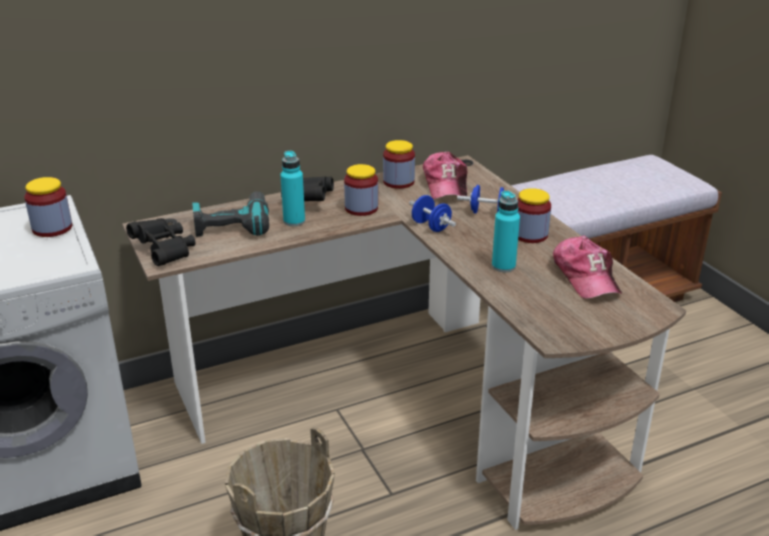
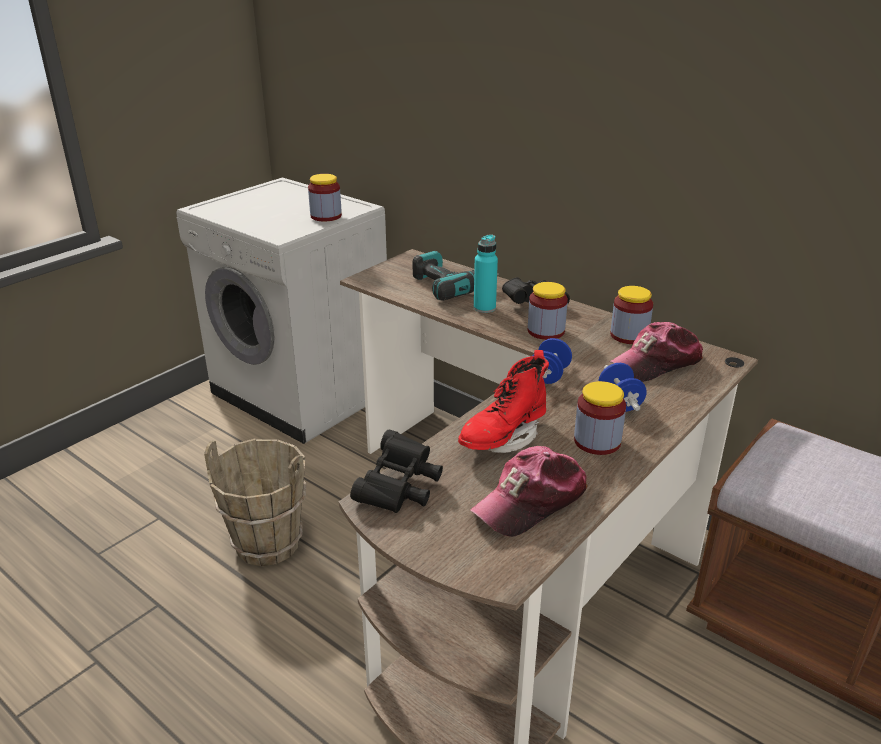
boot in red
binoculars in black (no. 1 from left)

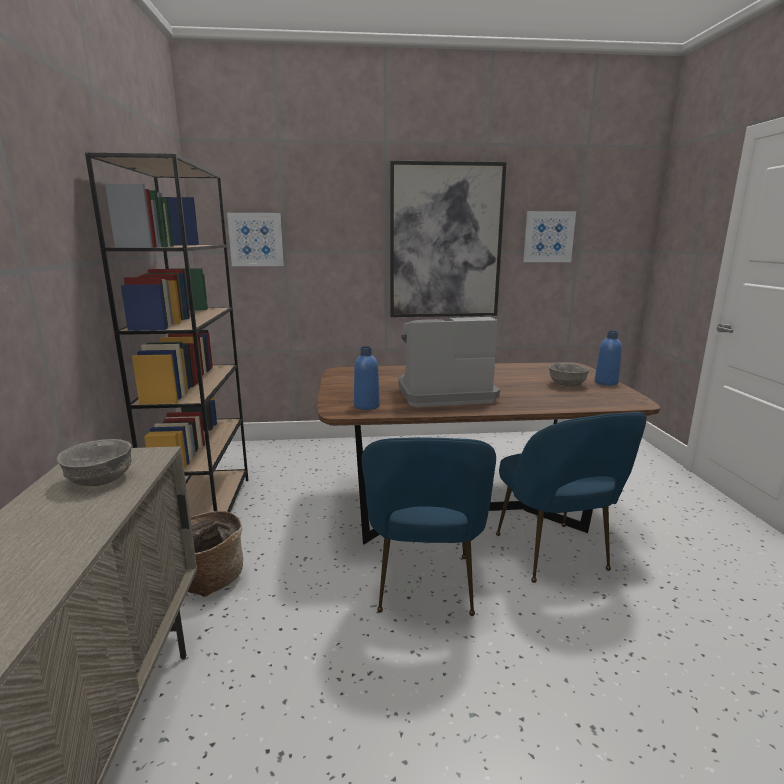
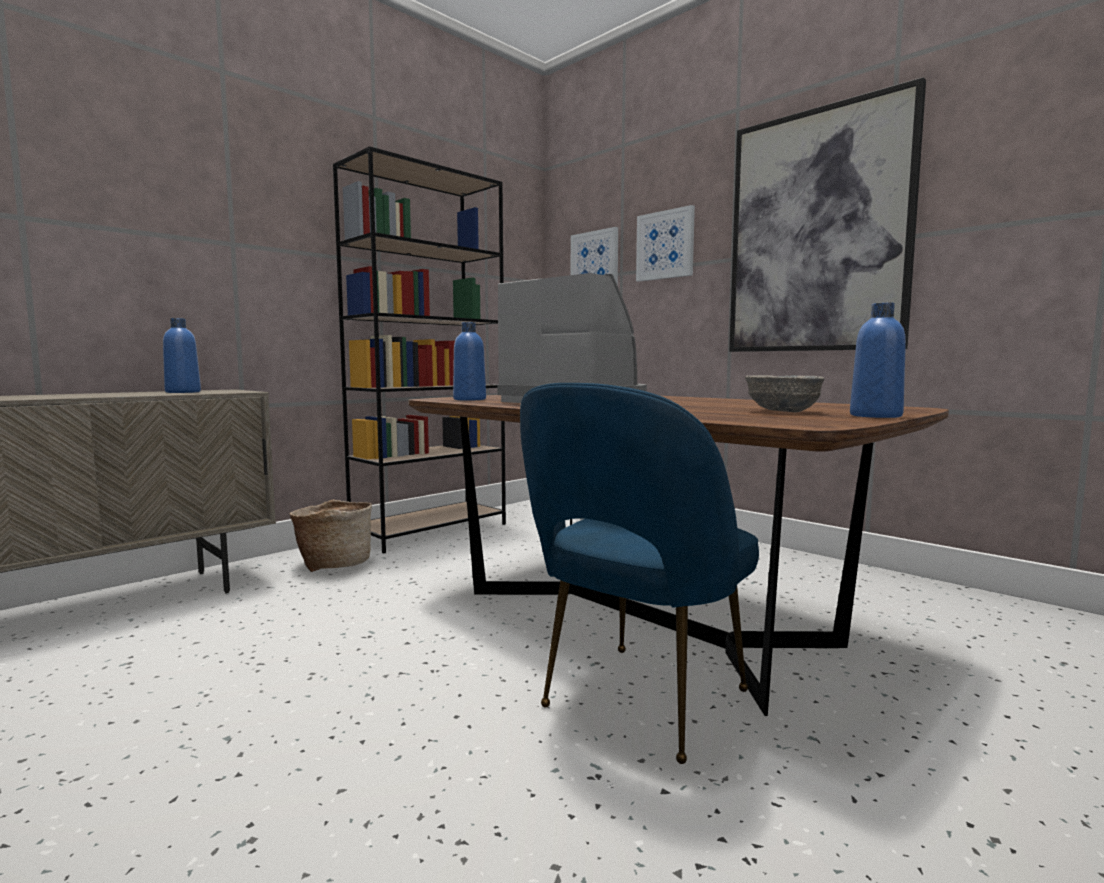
picture (no. 2 from left)
chair in blue (no. 1 from left in the first image)
bottle in blue (no. 1 from left)

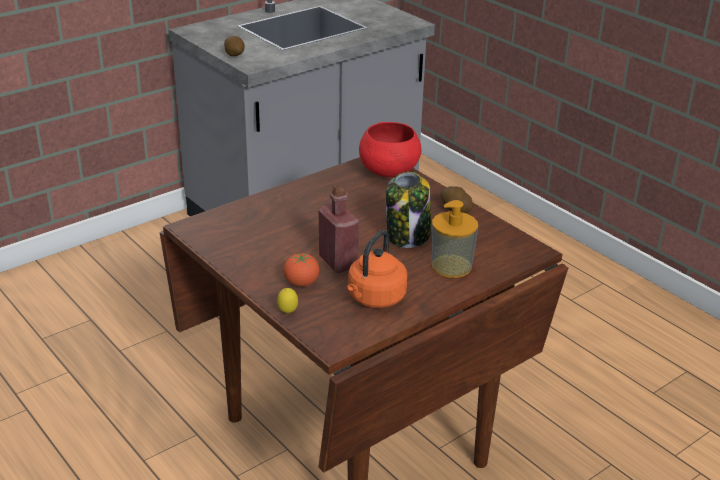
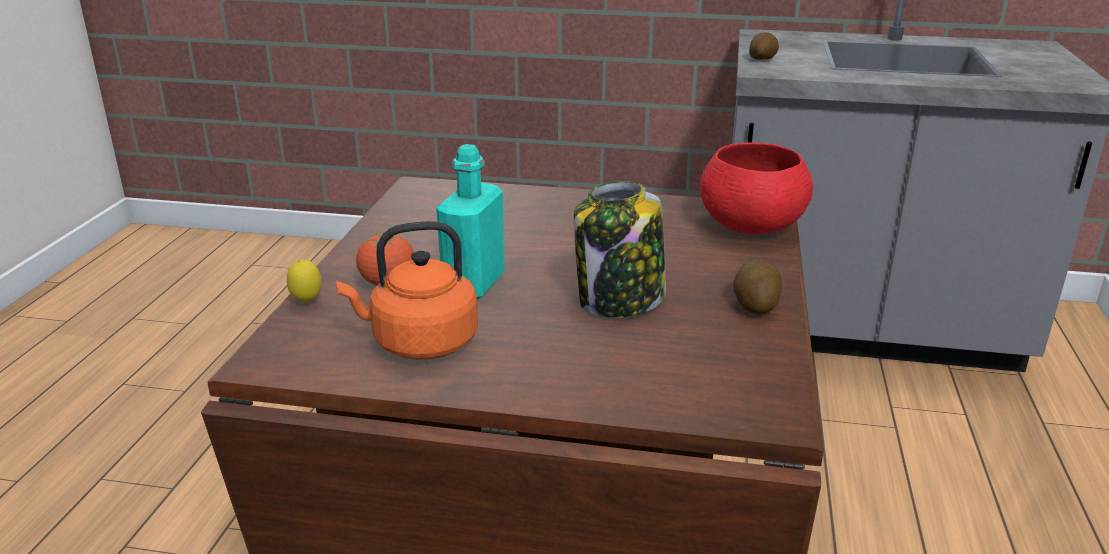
bottle in turquoise
soap dispenser

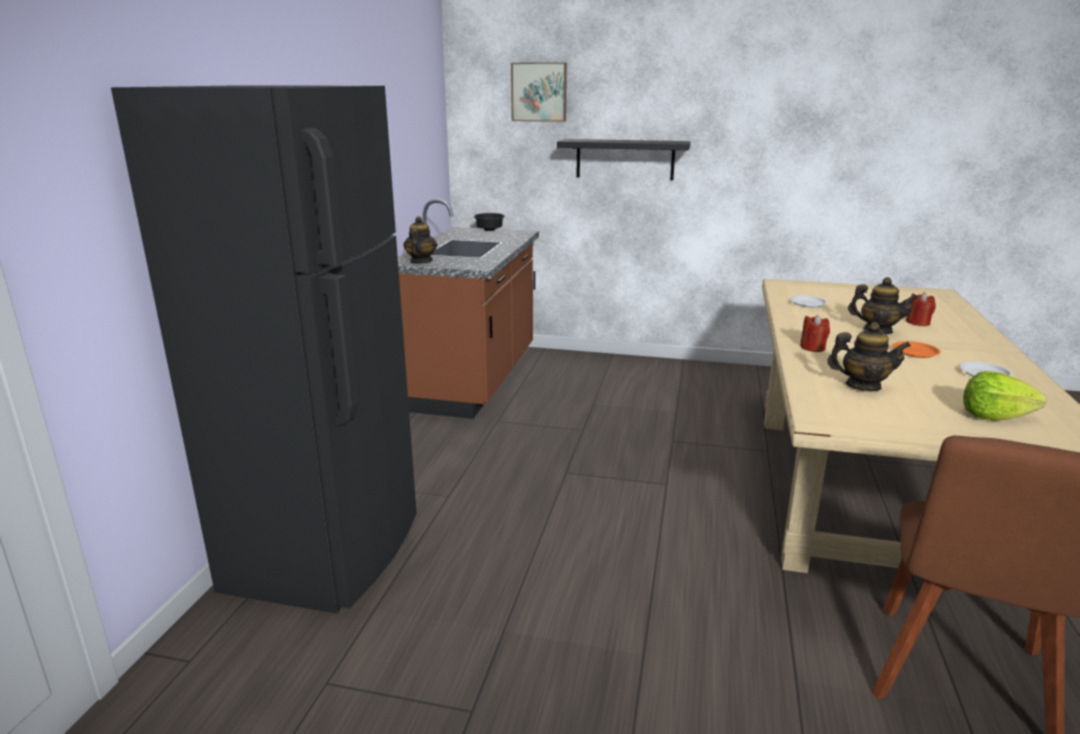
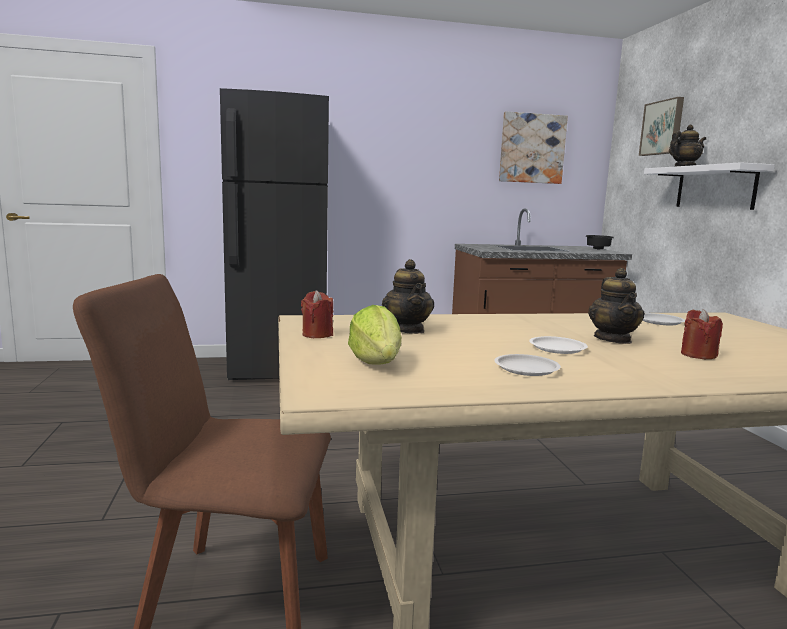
shelf in white
teapot (no. 3 from left)
candle in red (no. 1 from left)
plate in white (no. 2 from left)
picture (no. 1 from left)

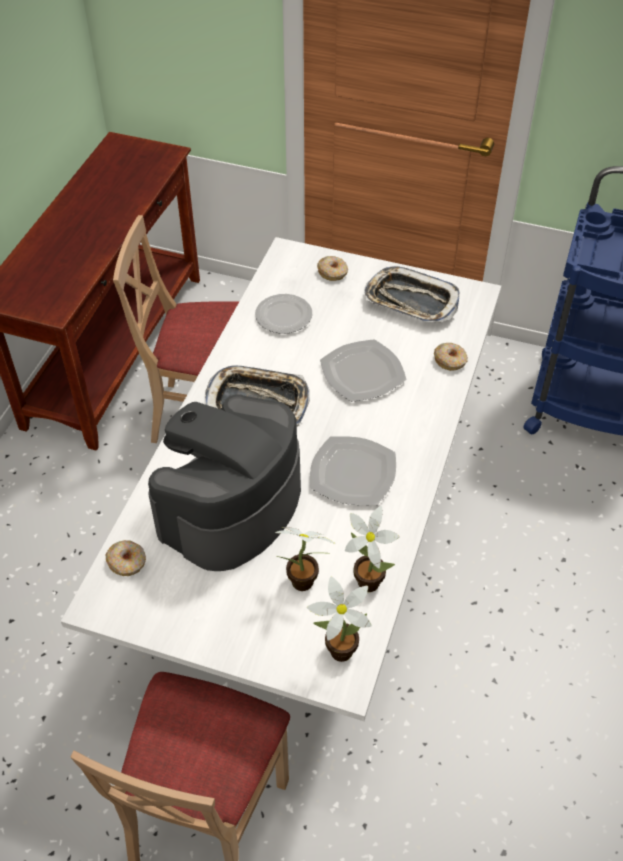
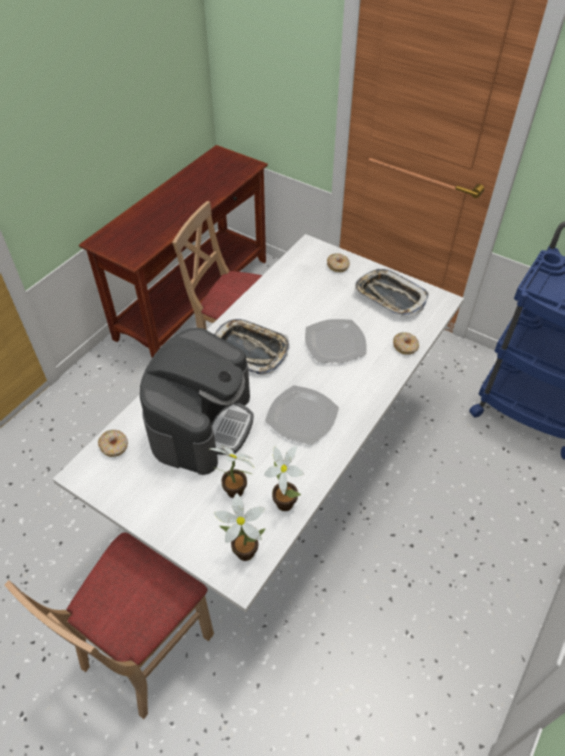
plate (no. 1 from left in the first image)
coffee machine

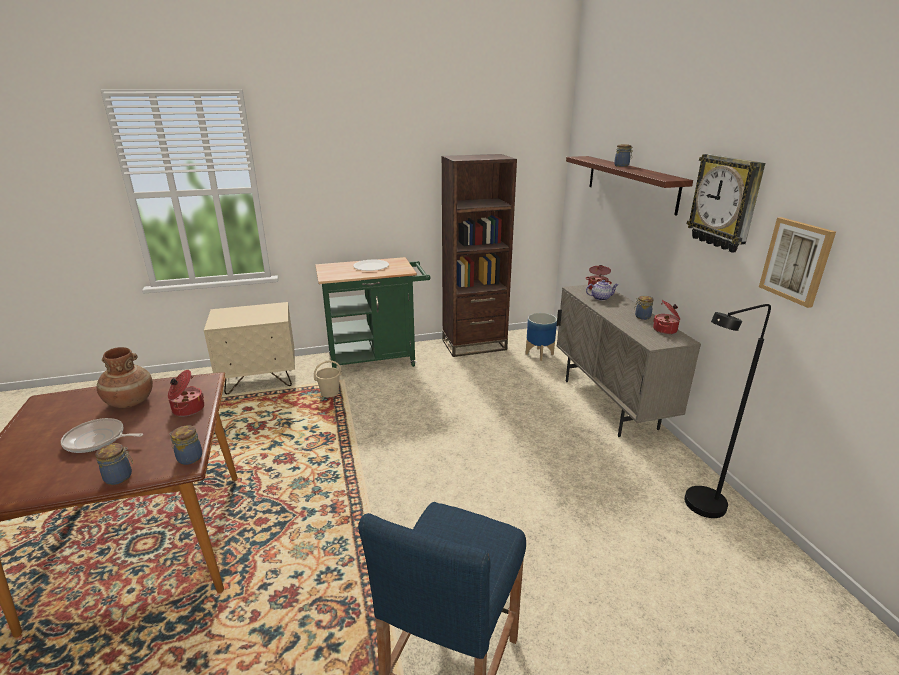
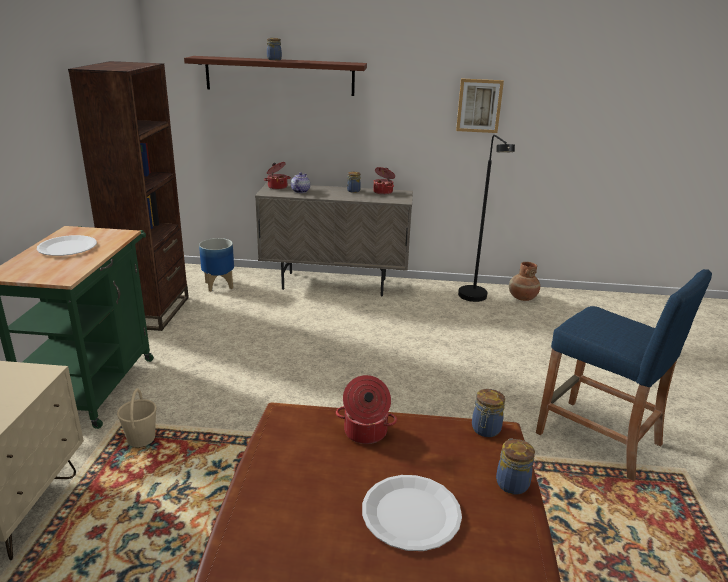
wall clock
vase in brown
plate in white (no. 2 from left)

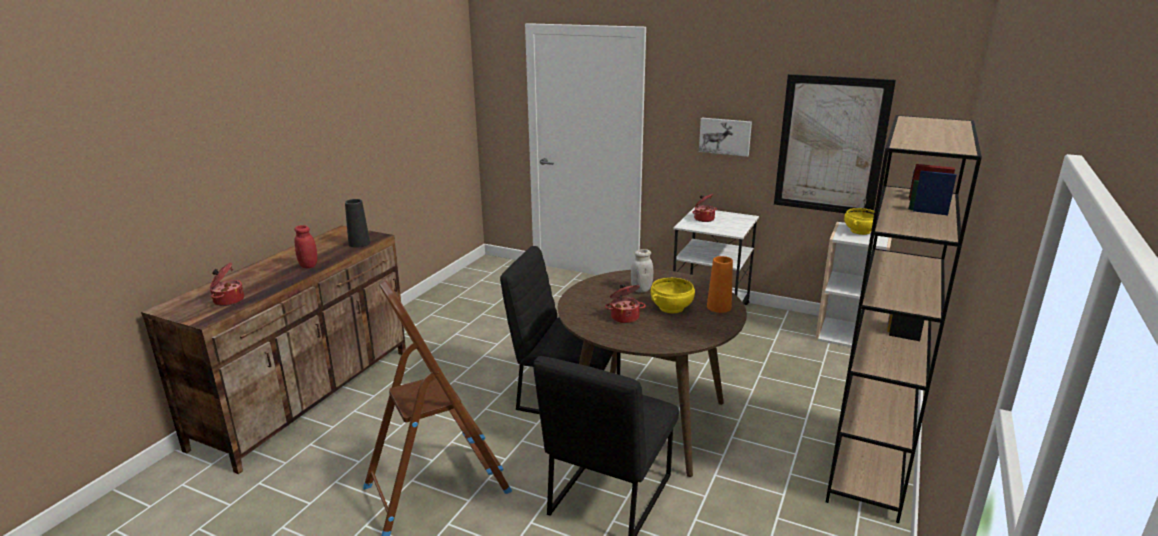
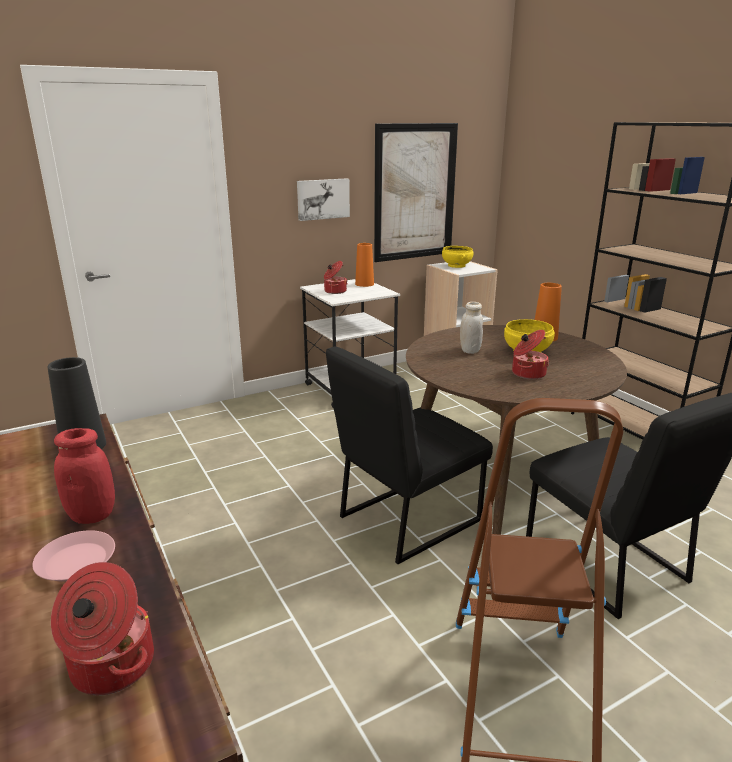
vase in orange (no. 1 from left)
plate in pink

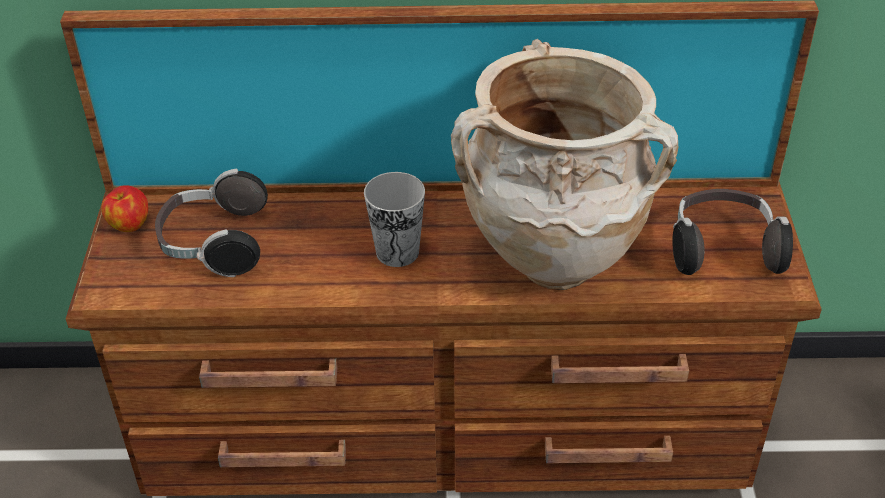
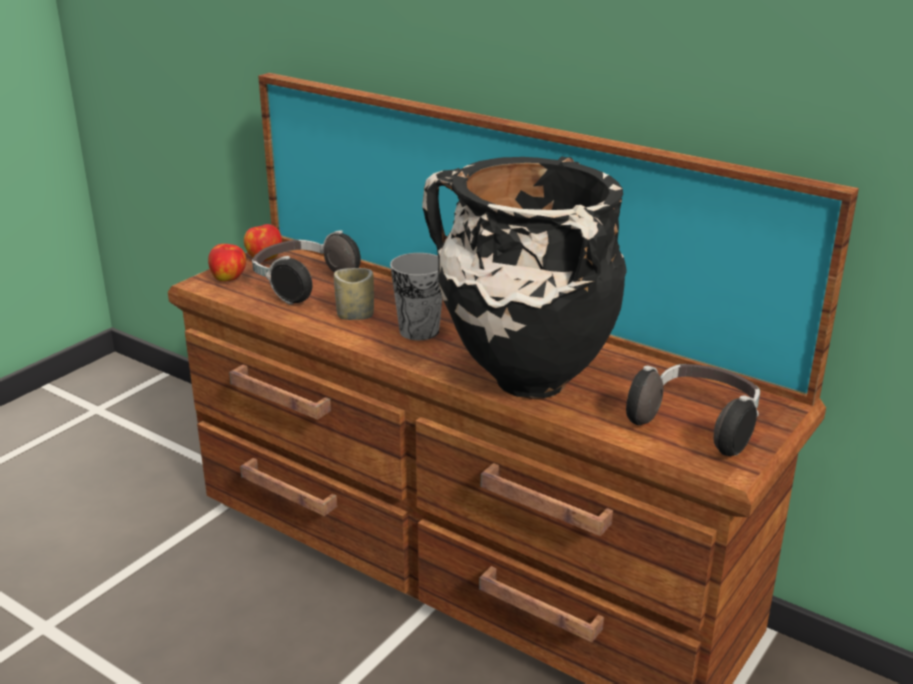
vase in black
apple (no. 1 from left)
cup (no. 1 from left)

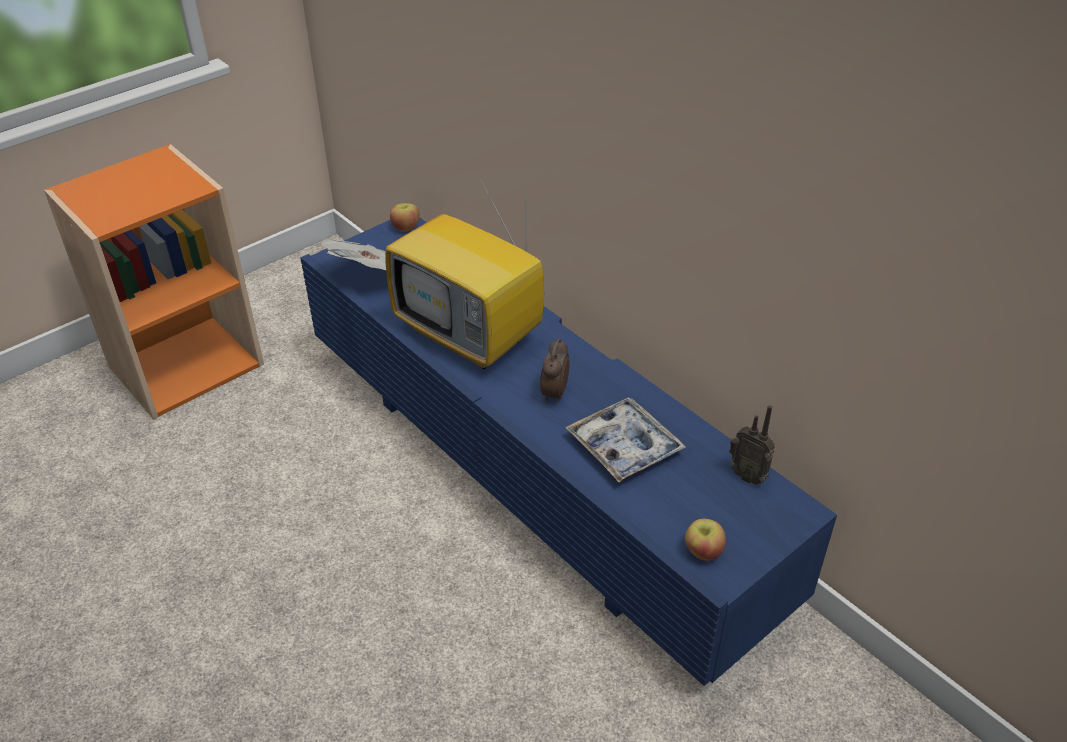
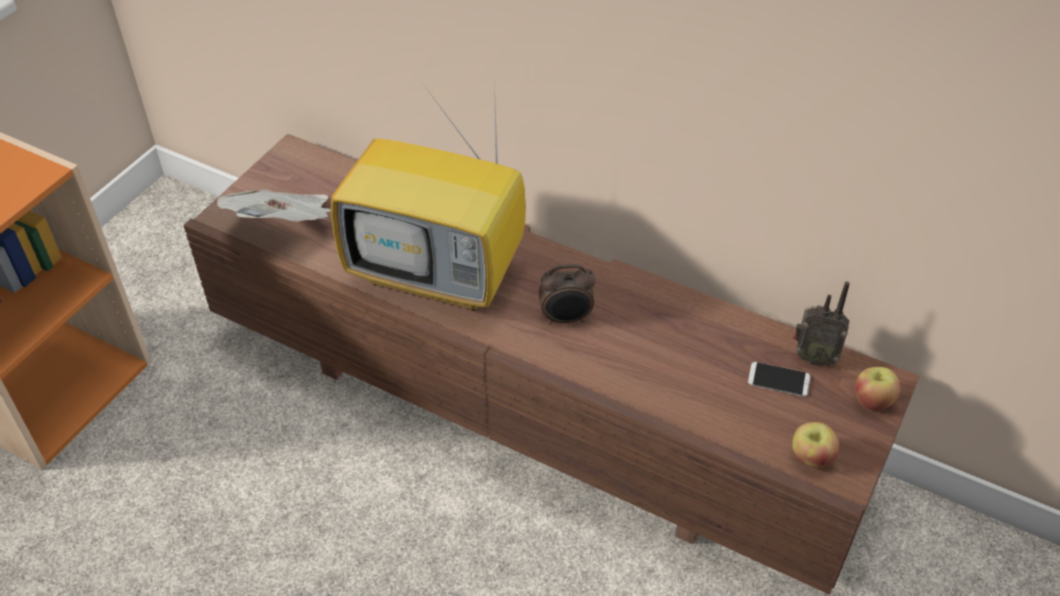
apple (no. 2 from left)
tv stand in brown
alarm clock
tray
phone

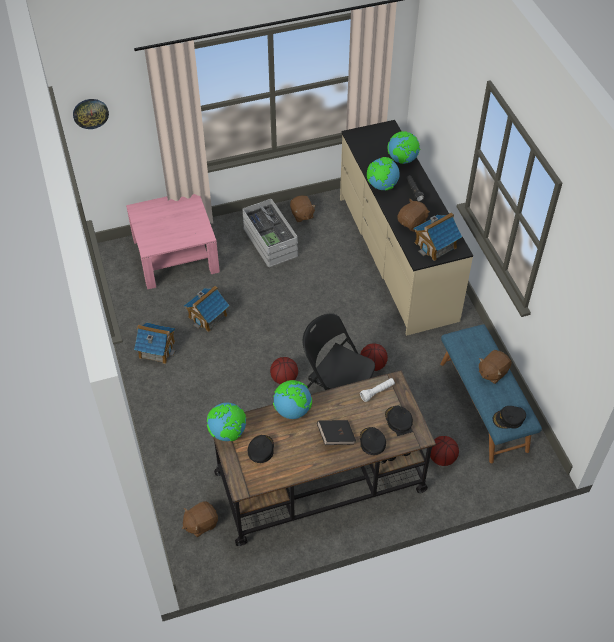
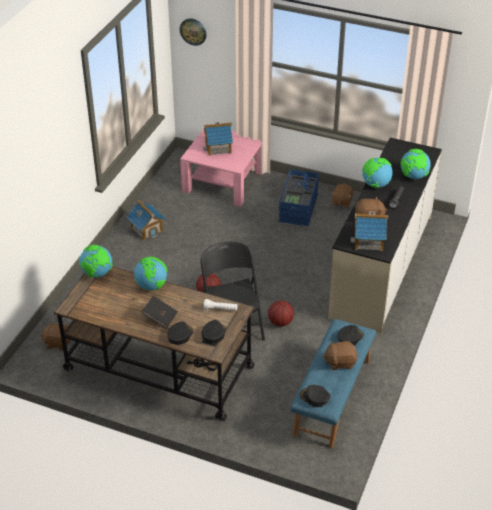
storage box in blue
toy house (no. 2 from left)
cap in black (no. 4 from left)
basketball (no. 3 from left in the first image)

